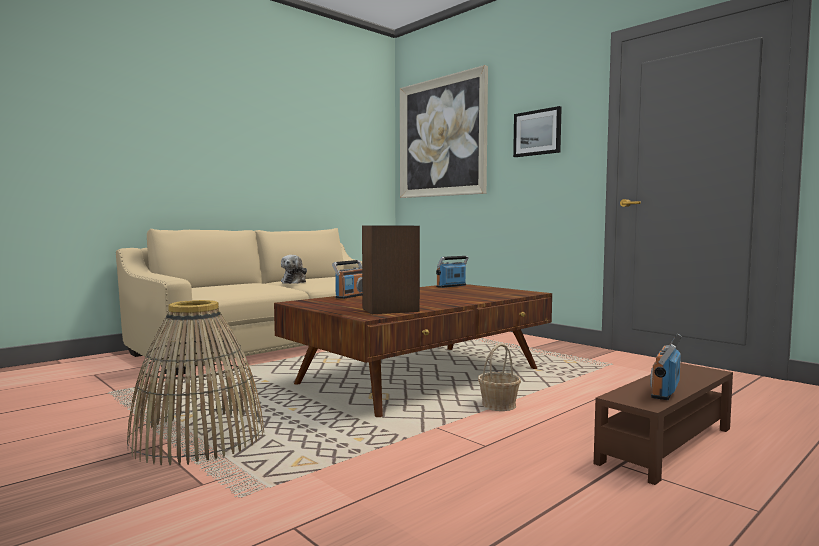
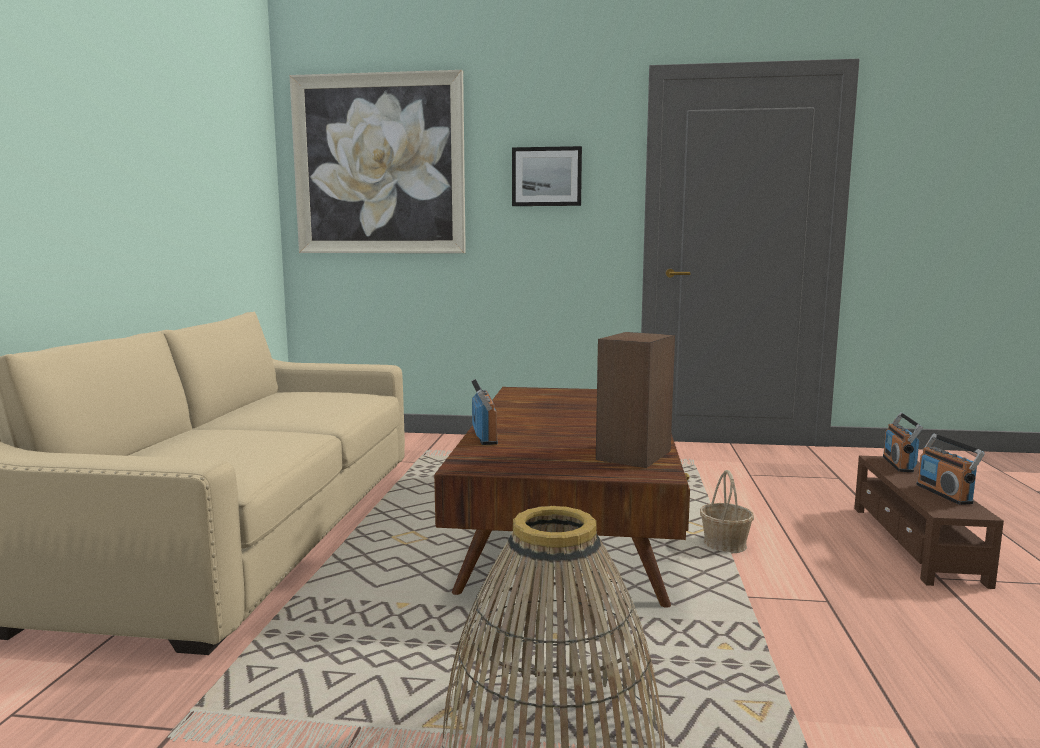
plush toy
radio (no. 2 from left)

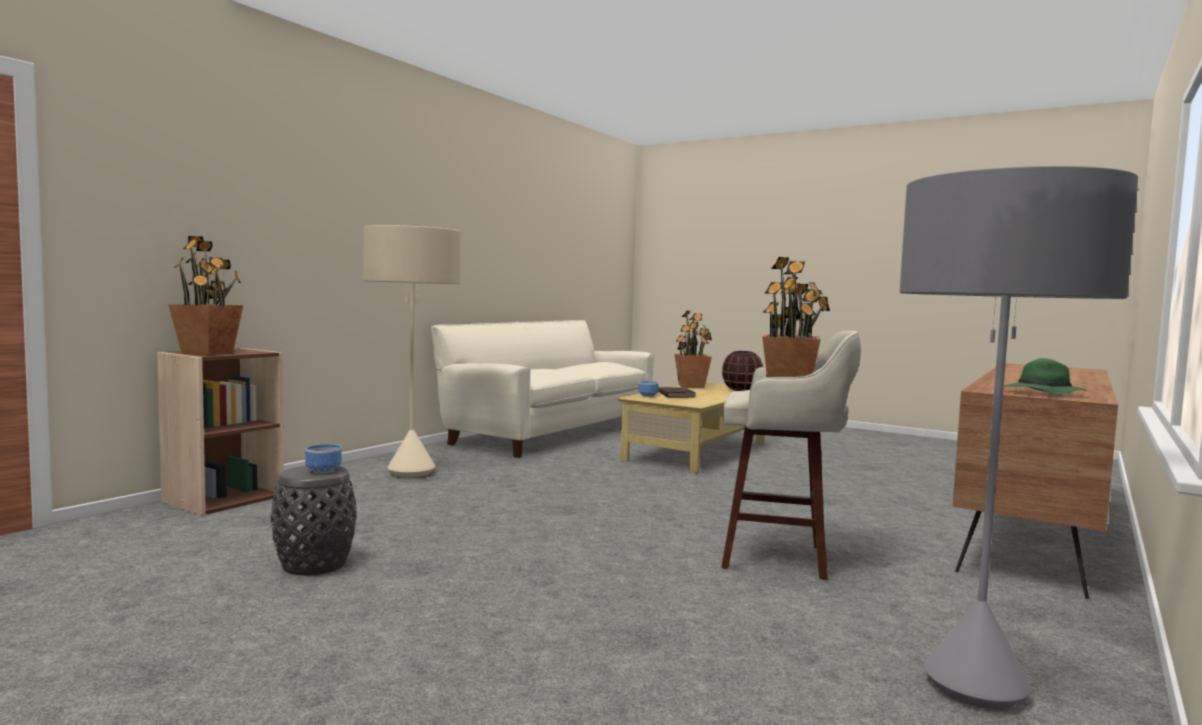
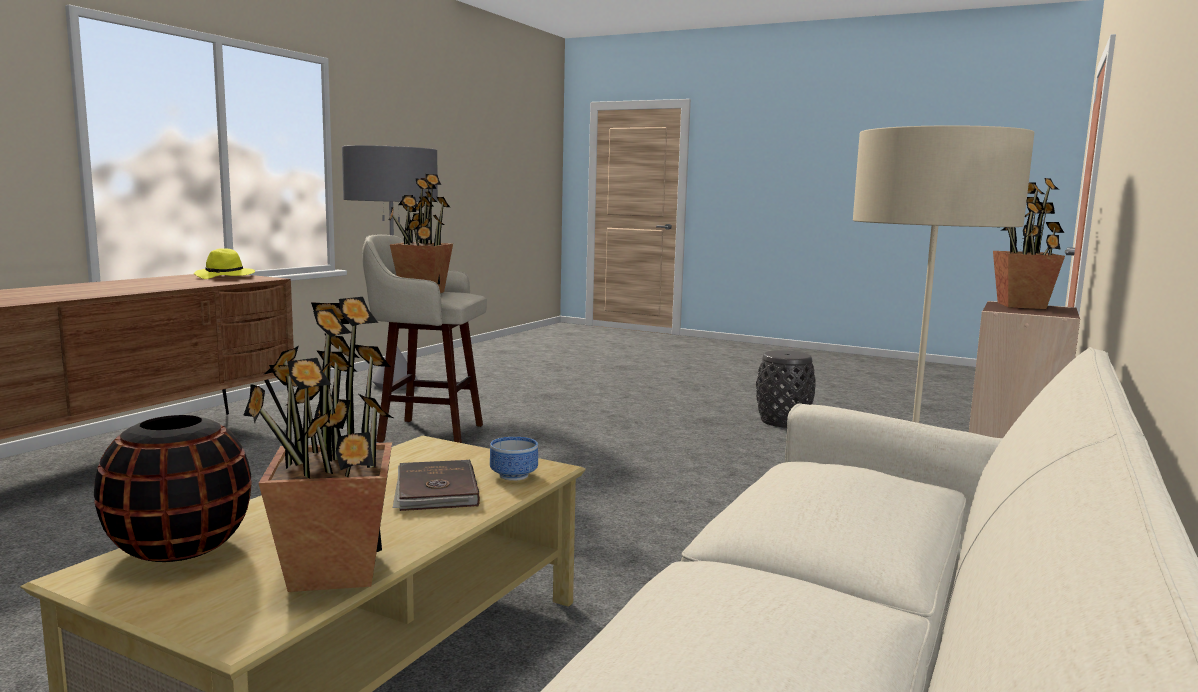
hat in yellow
bowl (no. 1 from left in the first image)

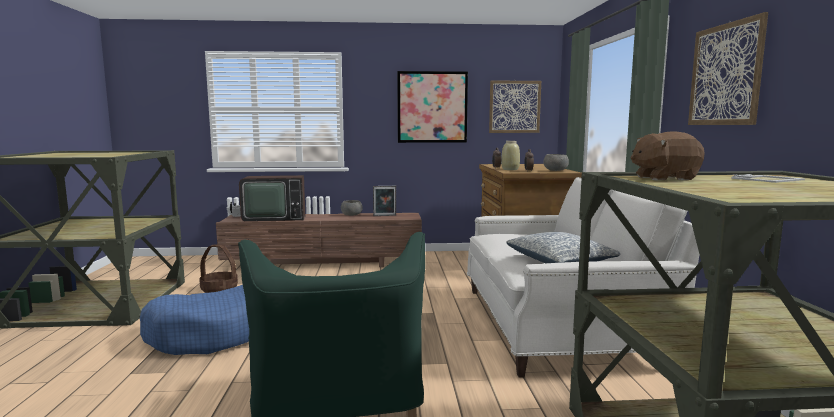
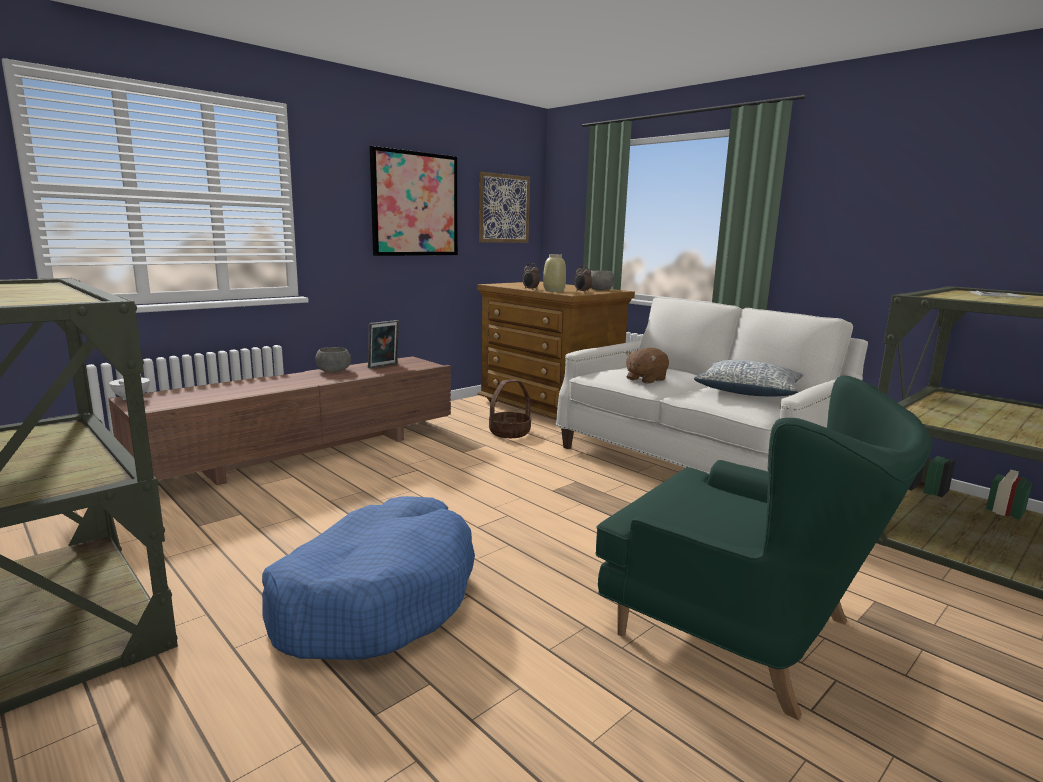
picture (no. 3 from left in the first image)
plush toy in brown
television
basket

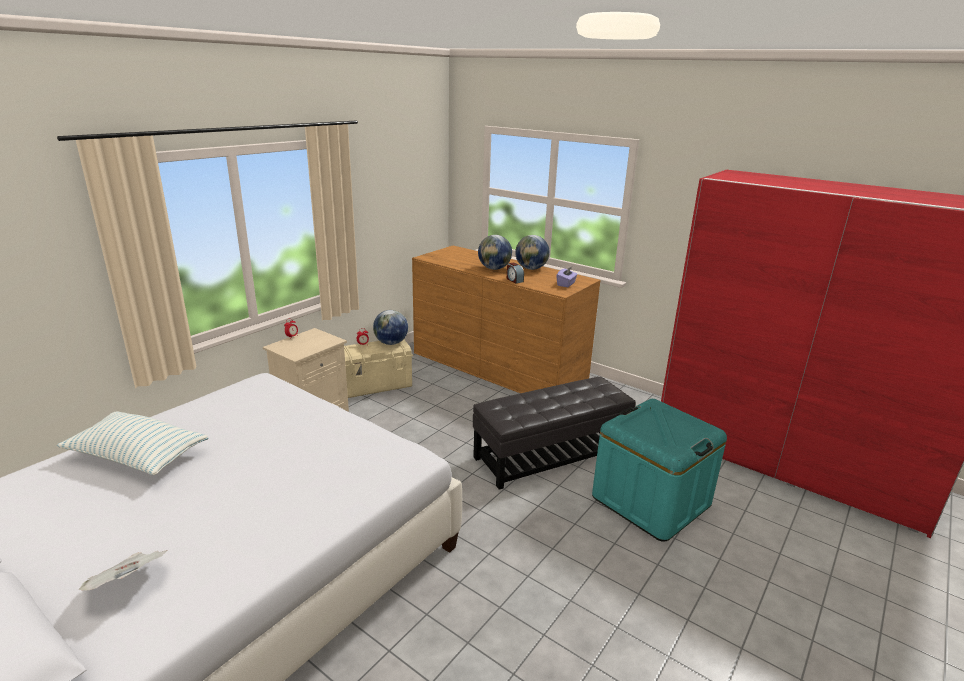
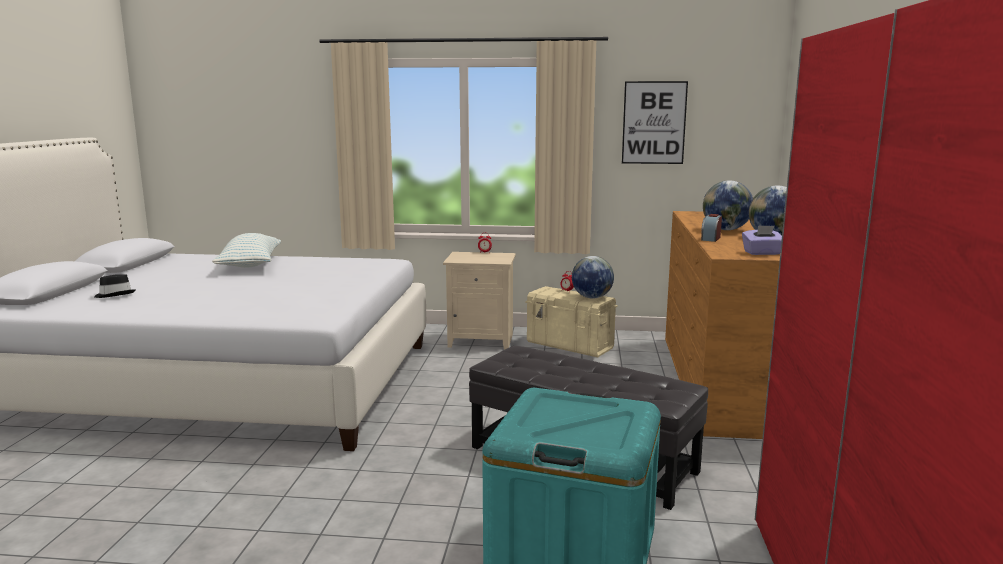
hat in black
picture

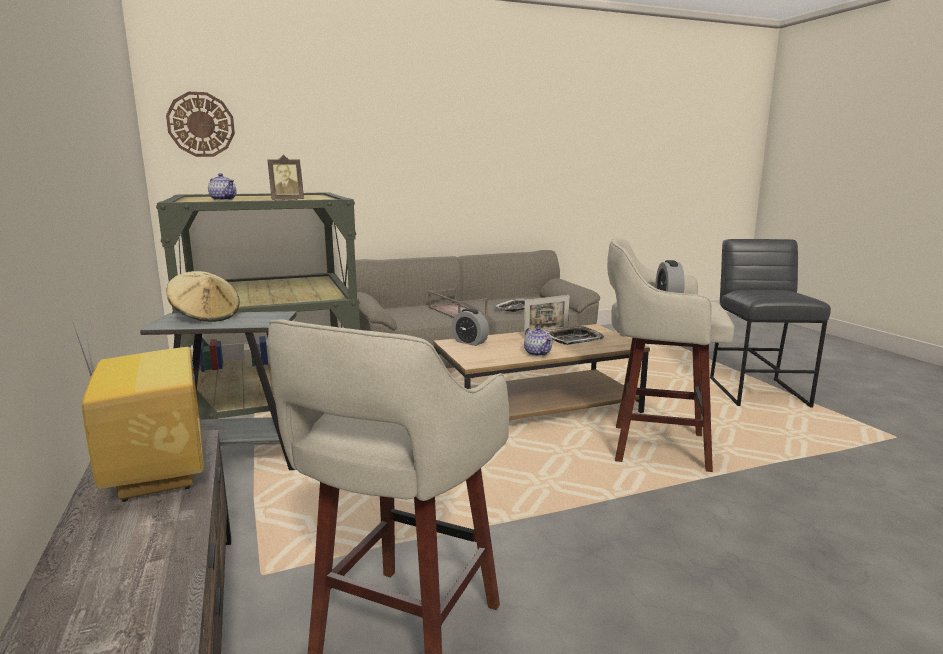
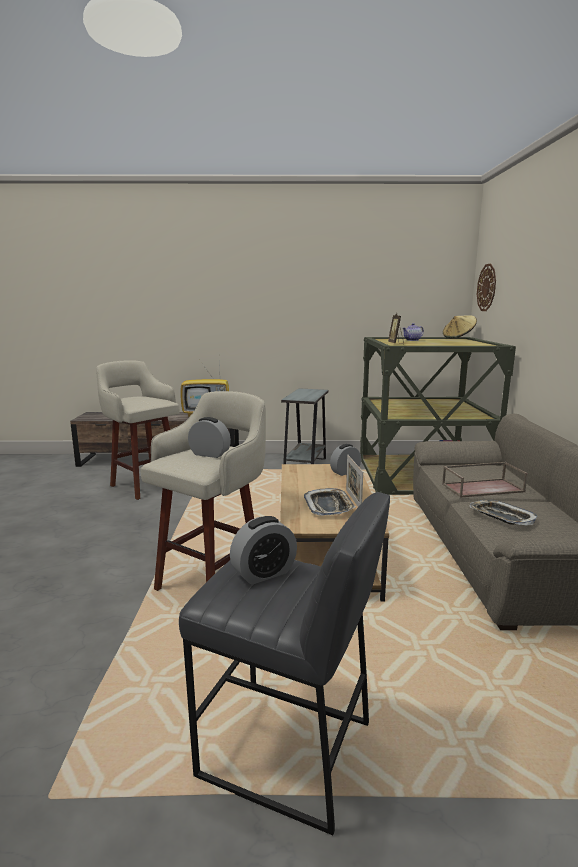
hat in beige
teapot (no. 2 from left in the first image)
alarm clock (no. 2 from left)

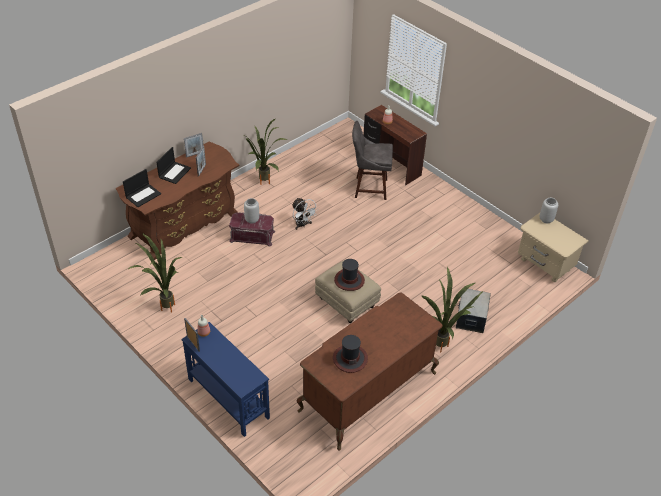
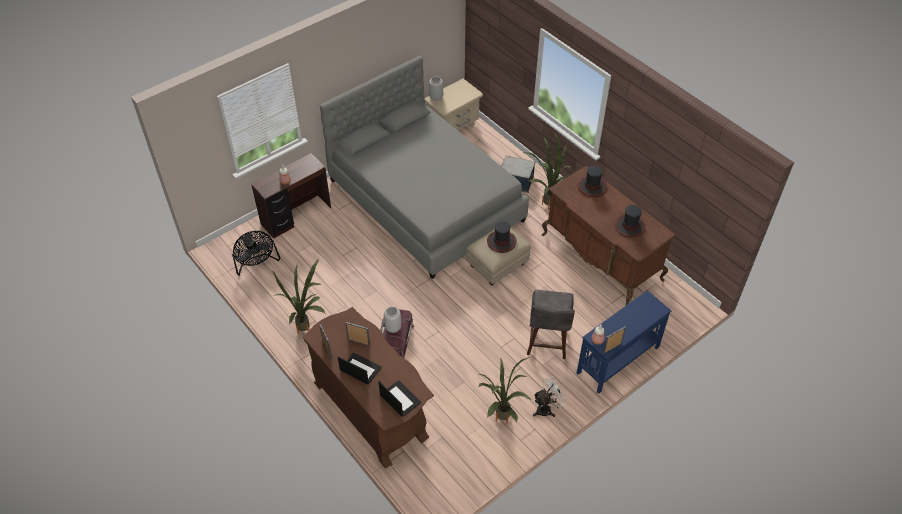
stool in grey
fan in white
bed in grey
hat (no. 2 from left)
fan in black

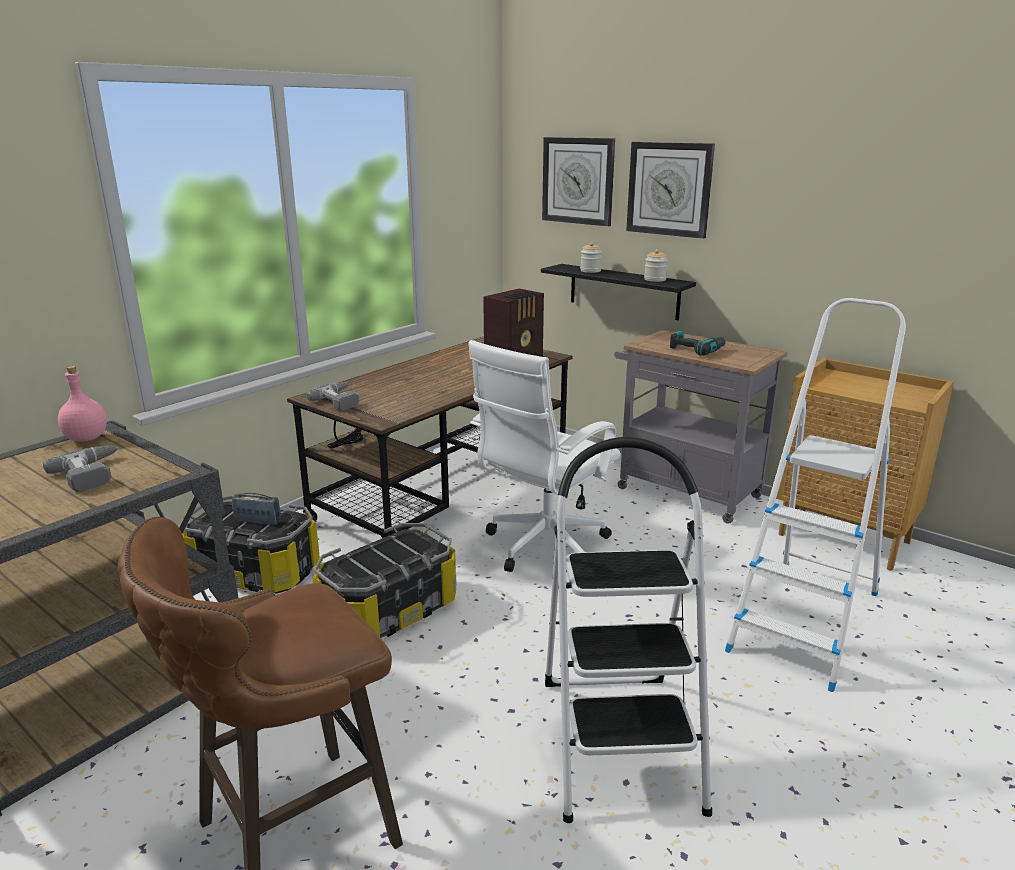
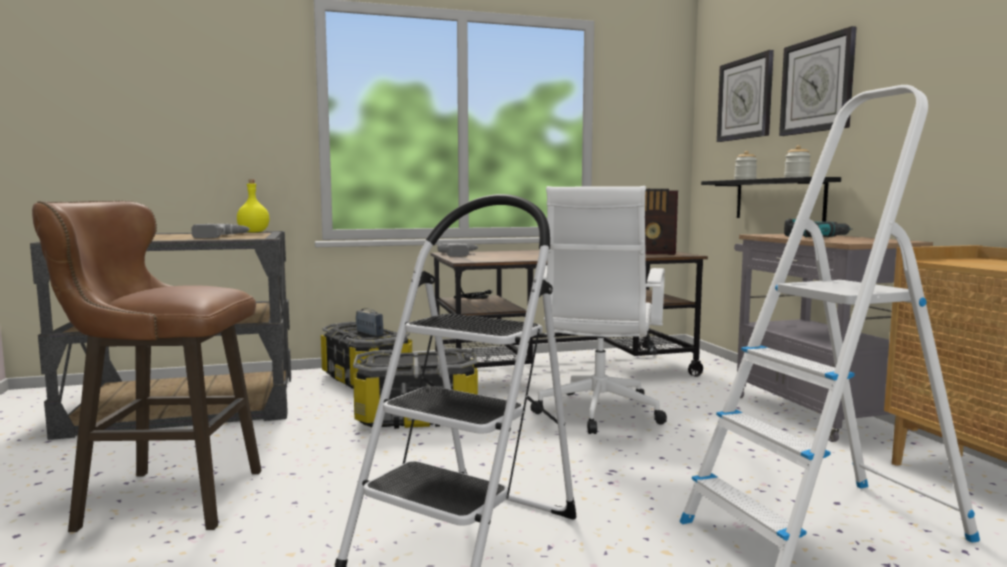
office chair in white
bottle in yellow

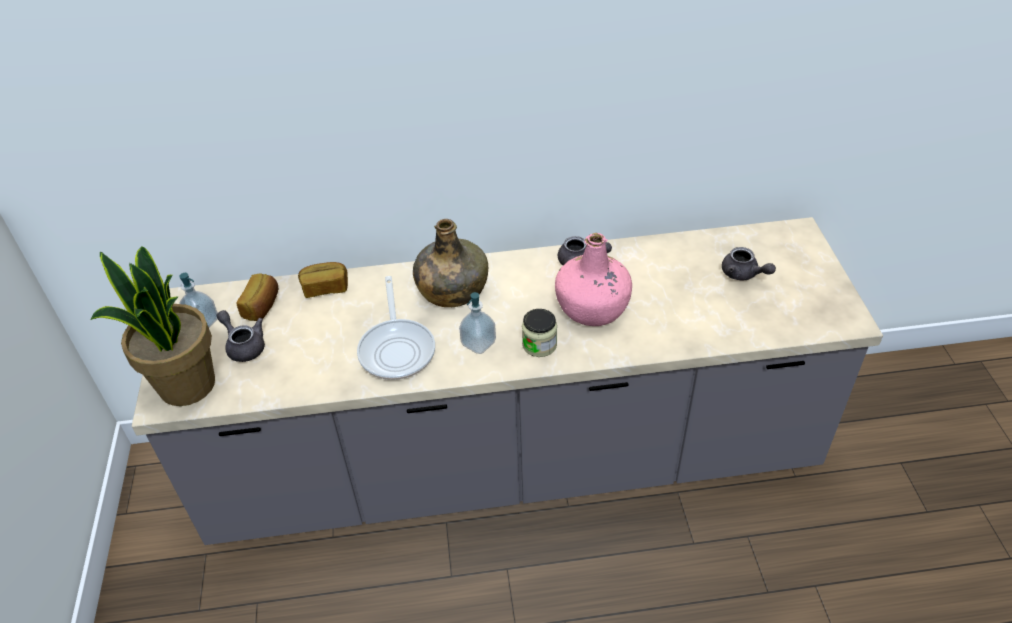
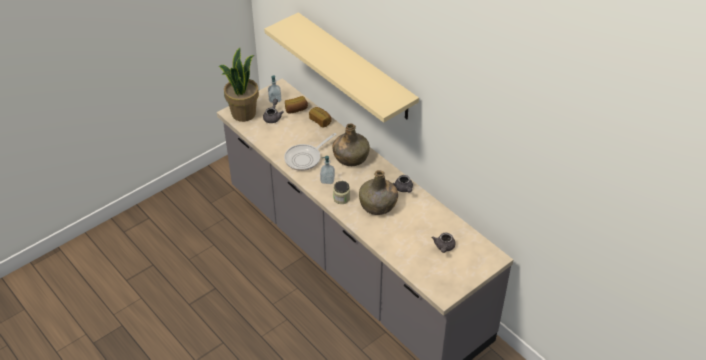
bottle in green (no. 2 from left)
shelf in beige

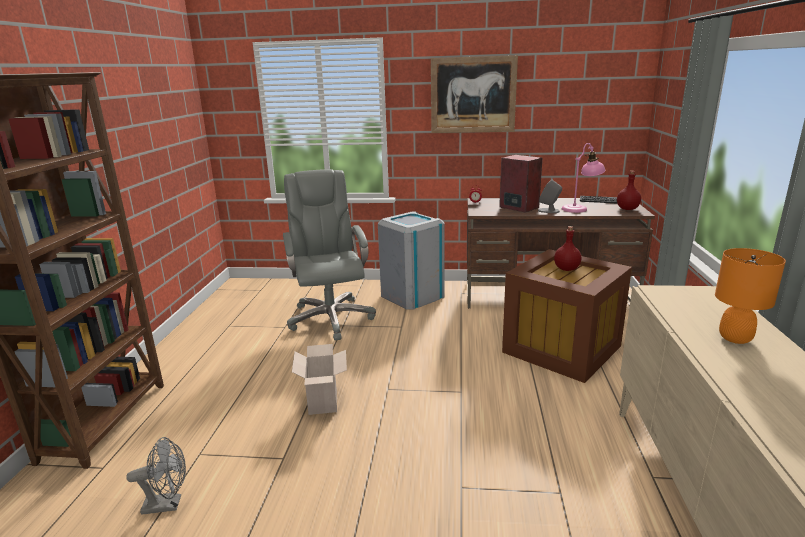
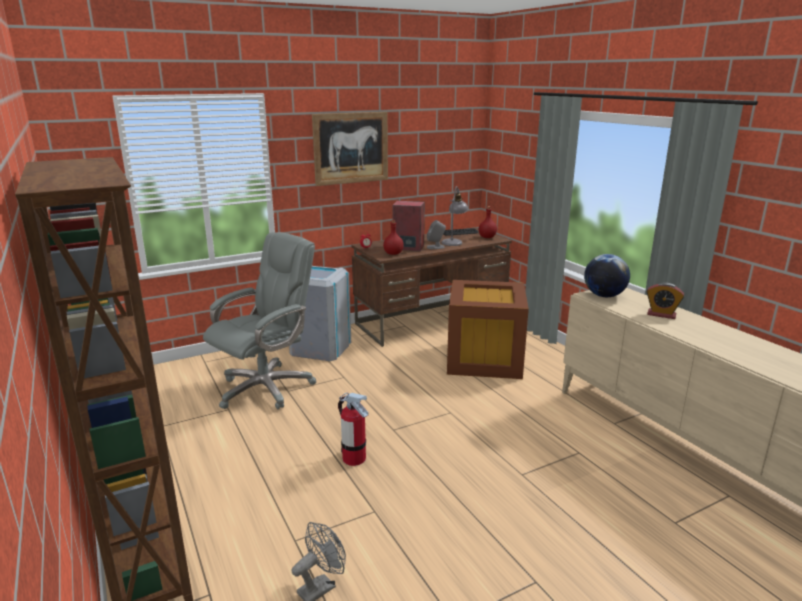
table lamp in grey
office chair in grey
bottle in red (no. 1 from left)
alarm clock (no. 2 from left)
fire extinguisher
globe

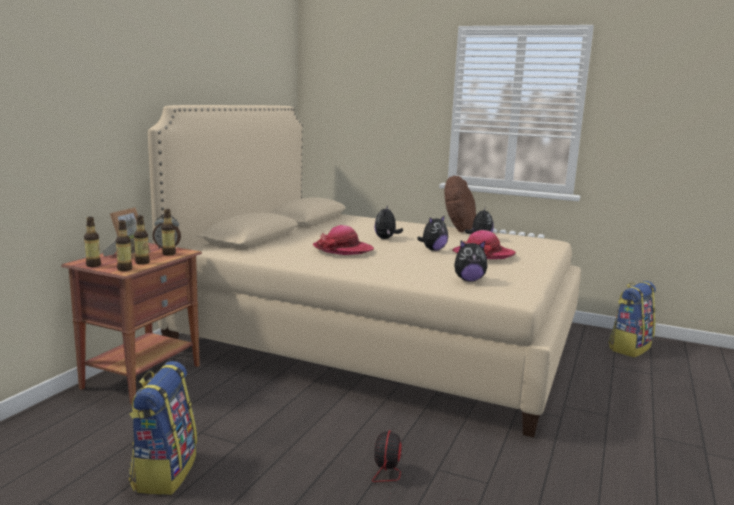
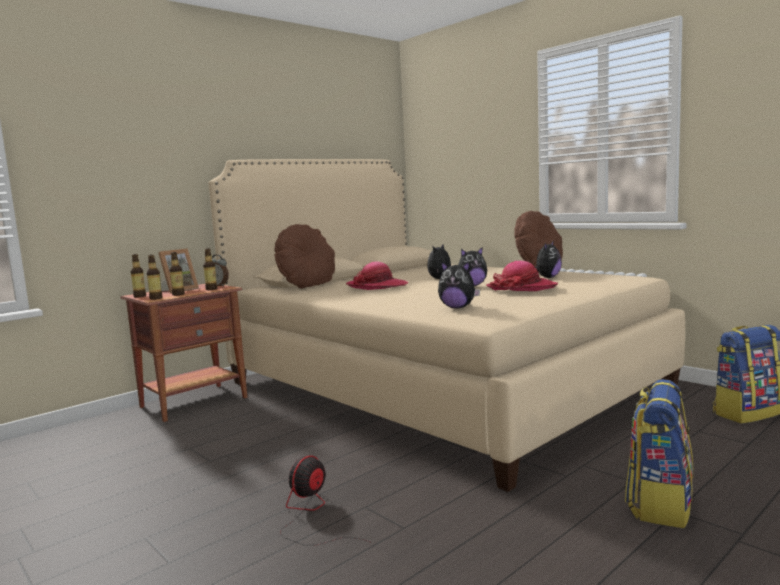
backpack (no. 1 from left)
pillow in brown (no. 1 from left)

